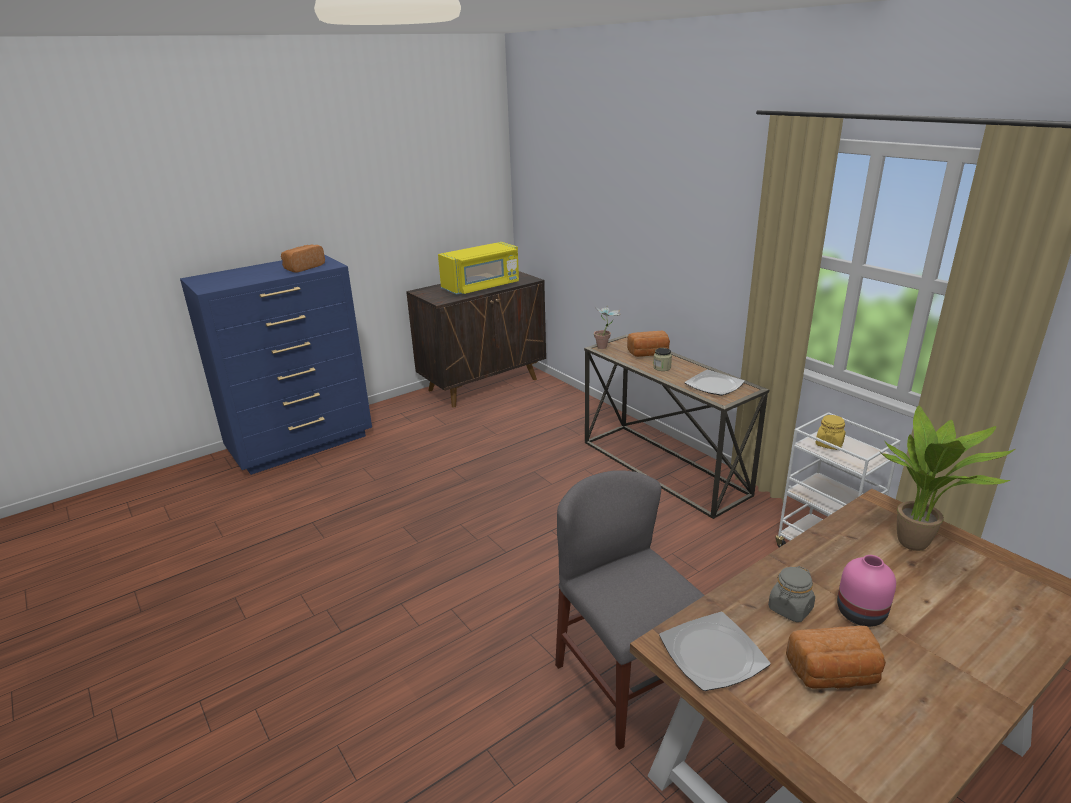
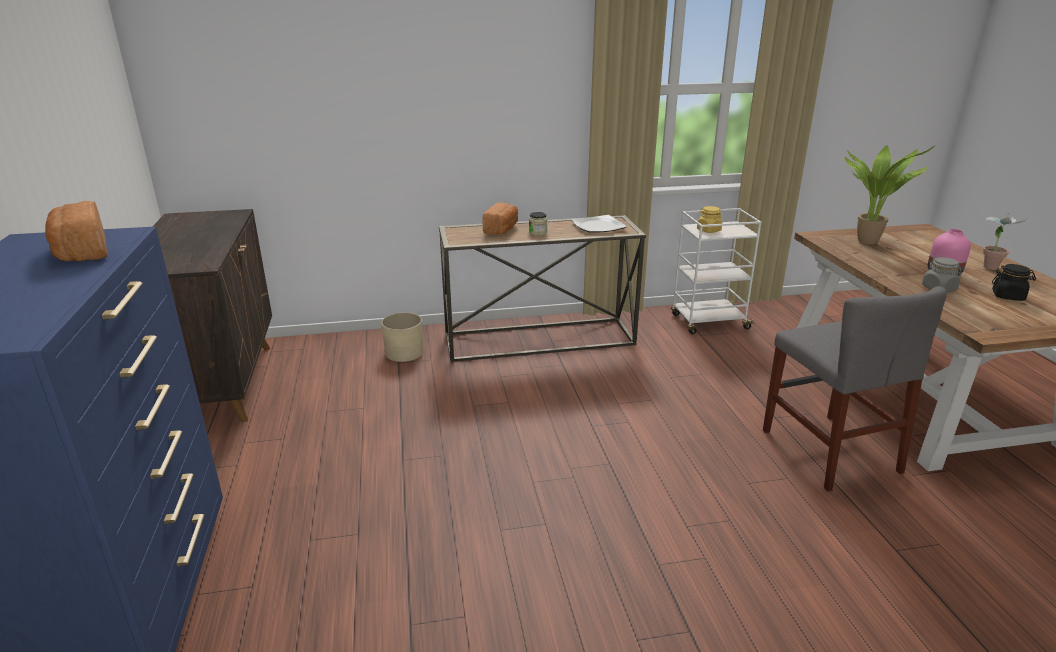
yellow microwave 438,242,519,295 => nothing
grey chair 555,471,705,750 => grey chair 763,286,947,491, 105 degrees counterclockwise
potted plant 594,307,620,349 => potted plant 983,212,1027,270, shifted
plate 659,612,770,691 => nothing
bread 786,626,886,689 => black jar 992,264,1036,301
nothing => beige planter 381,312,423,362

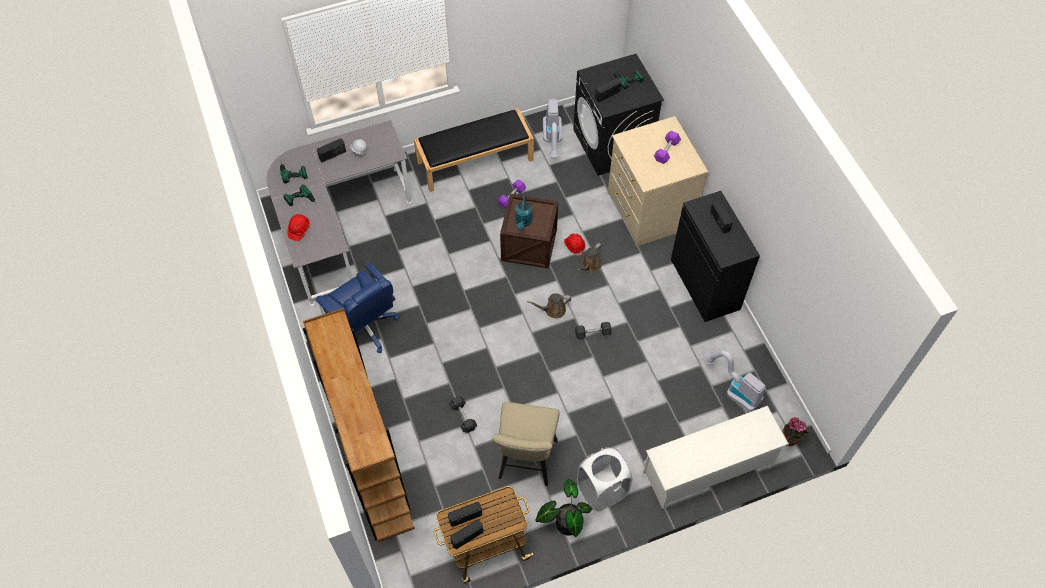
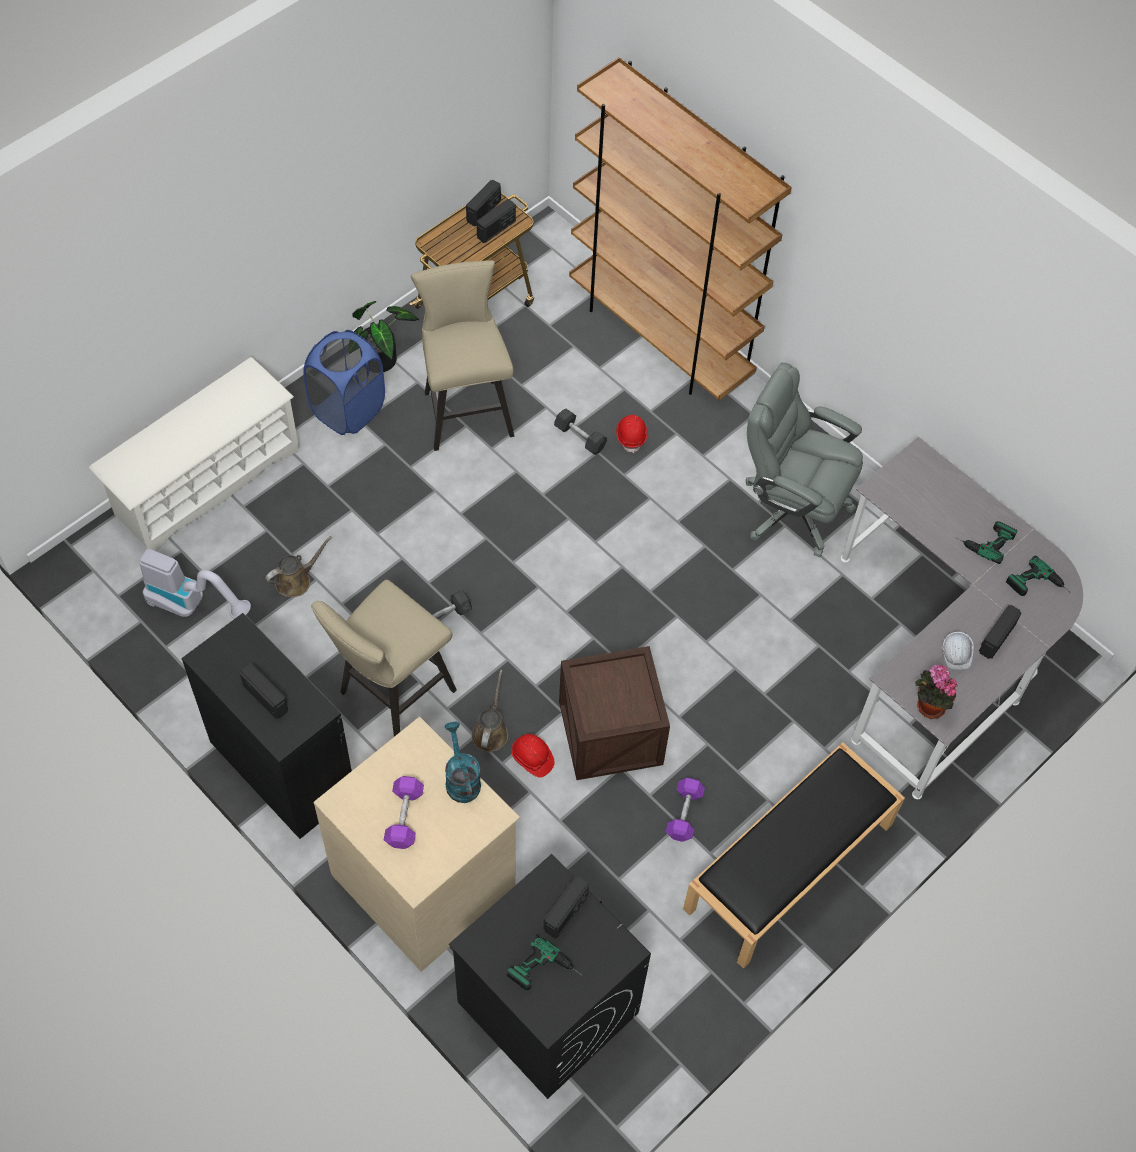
red hard hat 287,214,310,241 => red hard hat 616,415,648,453, shifted
blue office chair 316,263,400,353 => grey office chair 746,362,863,557
turquoise watering can 515,196,533,230 => turquoise watering can 444,722,481,803, shifted
brown watering can 527,293,571,318 => brown watering can 265,536,332,597, shifted
vacuum cleaner 543,99,562,158 => nothing
white laundry basket 577,447,632,512 => blue laundry basket 303,330,385,435
potted plant 783,417,809,446 => potted plant 915,665,958,719, shifted
nothing => beige stool 311,580,457,737

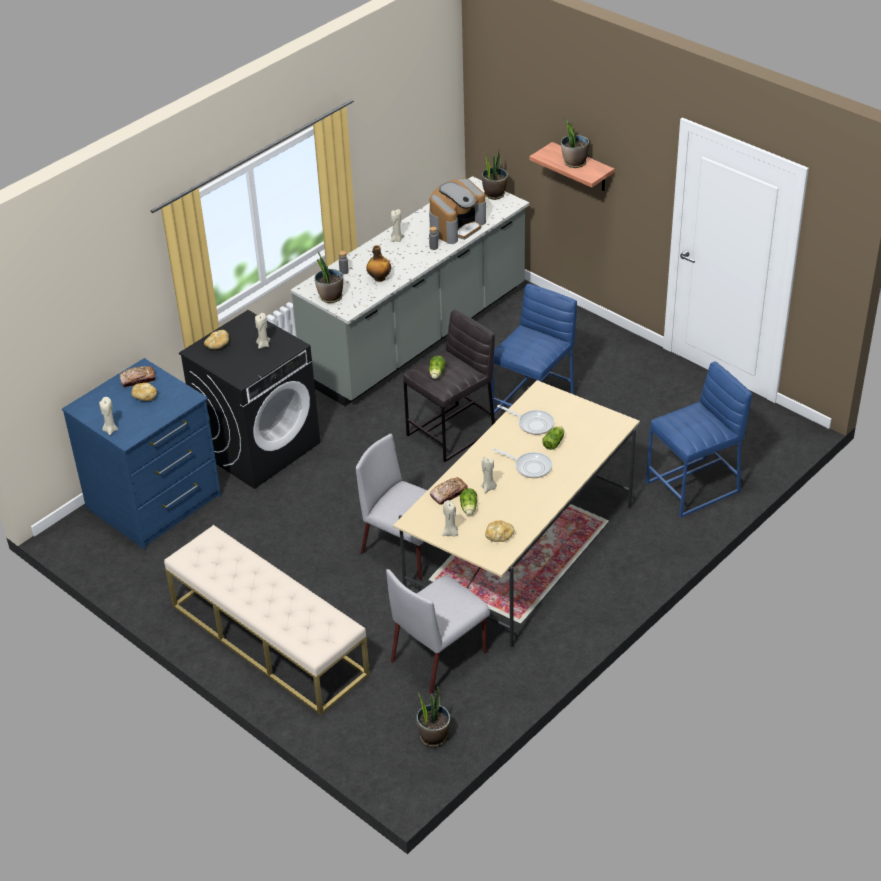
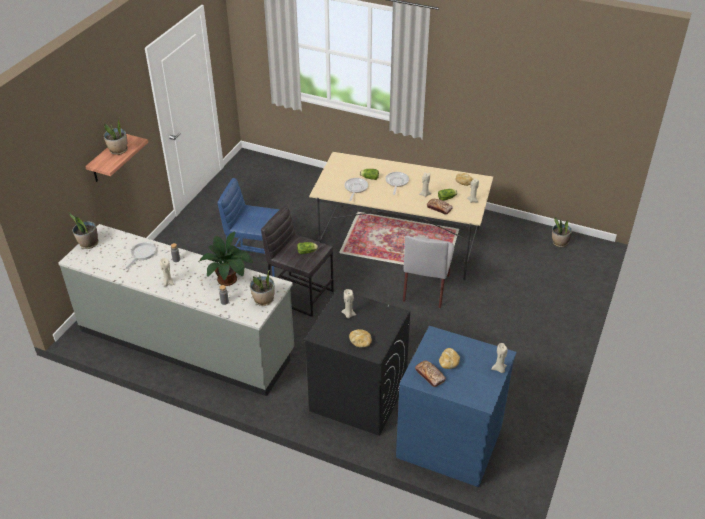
beige bench 164,525,370,715 => nothing
bottle 366,245,391,282 => potted plant 199,232,253,286
grey chair 386,569,490,694 => nothing
coffee machine 429,178,486,244 => frying pan 125,241,156,269
blue stool 646,362,752,517 => nothing

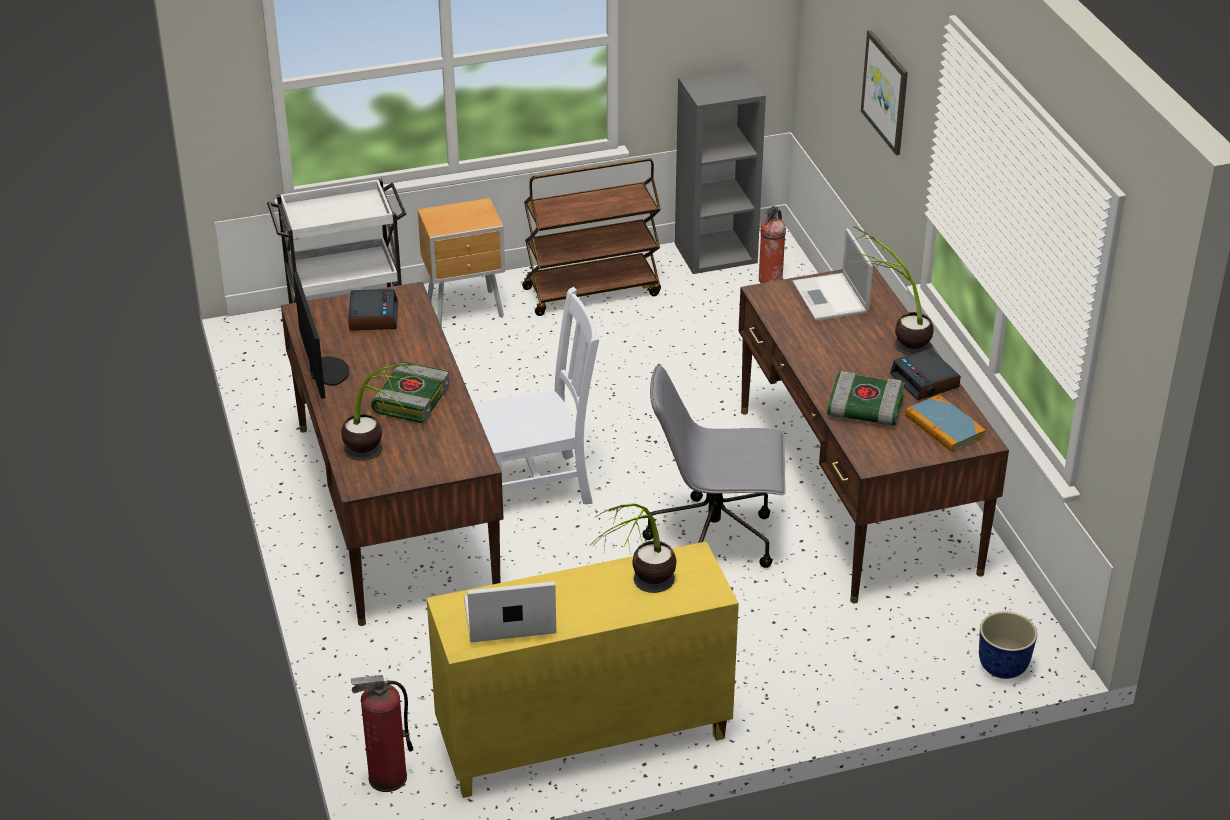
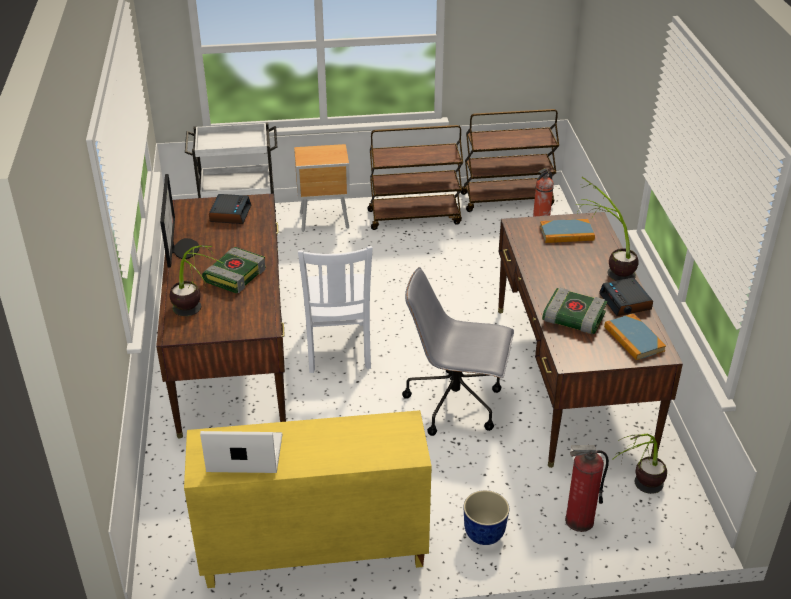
fire extinguisher 351,675,413,792 => fire extinguisher 565,444,609,532, shifted
white chair 473,287,599,521 => white chair 298,246,373,373, 90 degrees clockwise
potted plant 590,503,677,593 => potted plant 612,434,667,494, shifted
grey bookcase 675,68,766,274 => brown cart 461,109,559,212
laptop 792,228,873,321 => book 540,219,595,243
picture 861,30,908,155 => nothing
planter 979,612,1037,679 => planter 463,490,509,545, shifted

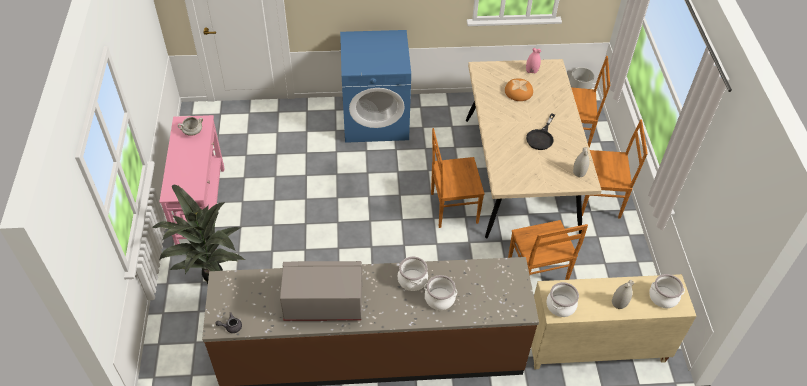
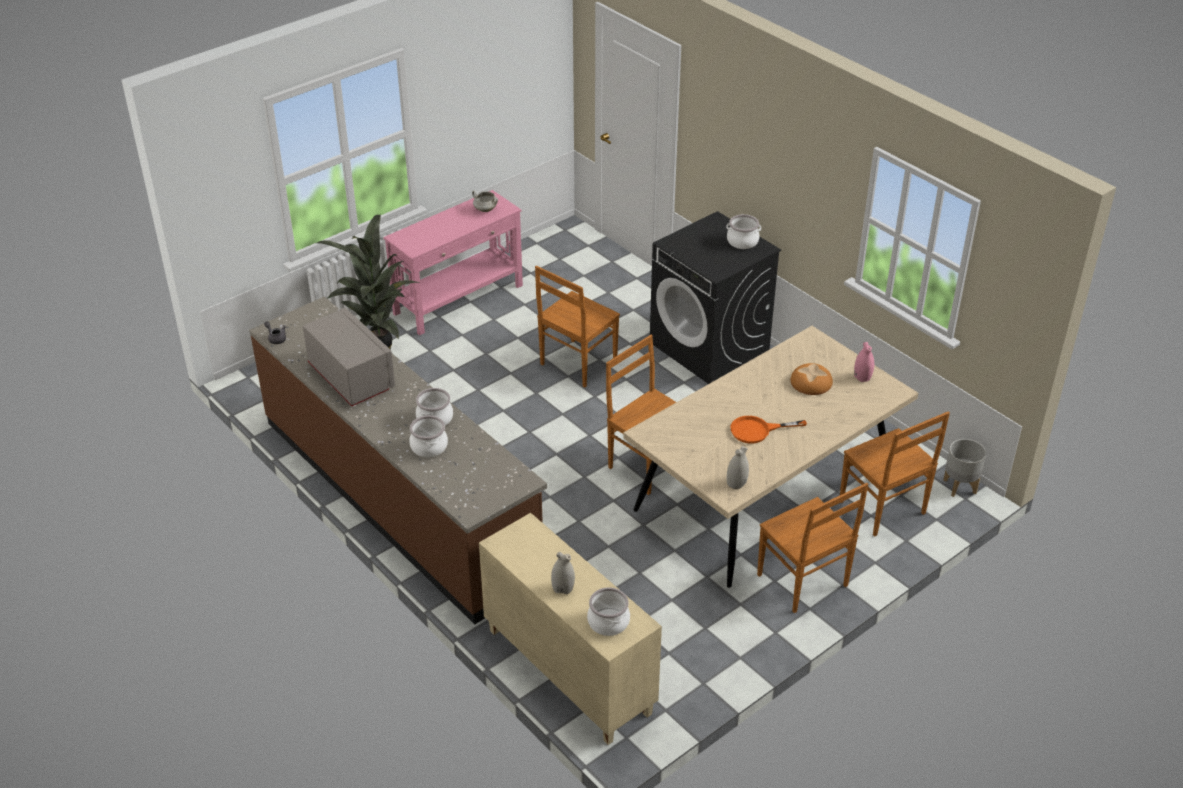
blue washing machine 340,30,411,143 => black washing machine 650,211,781,384
brown chair 508,220,588,280 => brown chair 535,266,620,387, shifted
black frying pan 526,113,555,150 => orange frying pan 730,416,807,444
cooking pot 546,282,579,317 => cooking pot 726,214,761,249, shifted

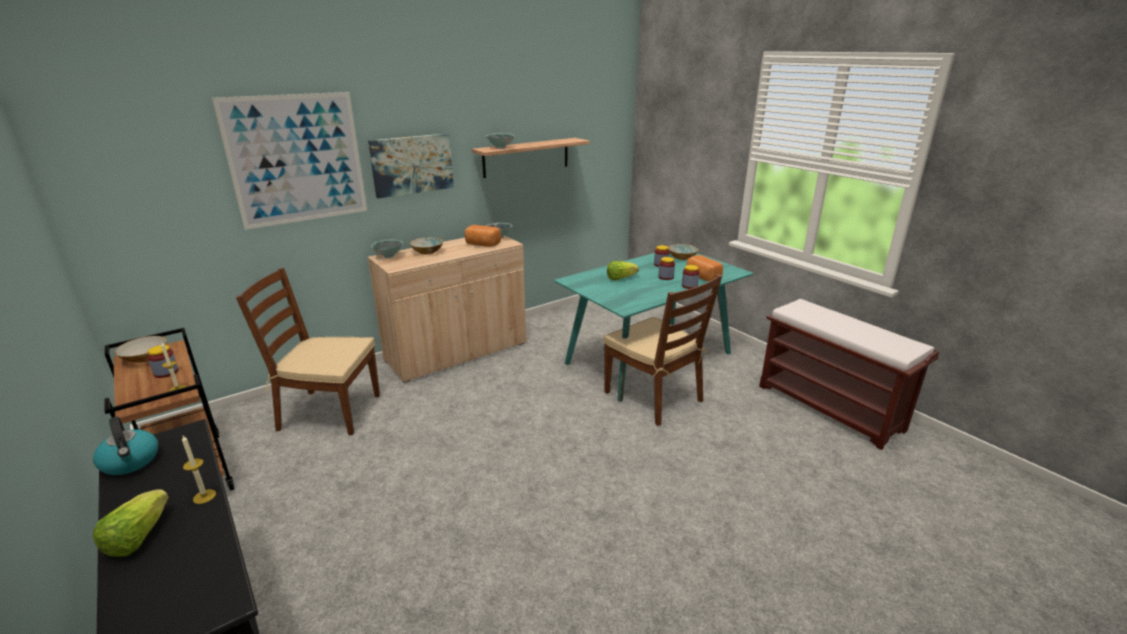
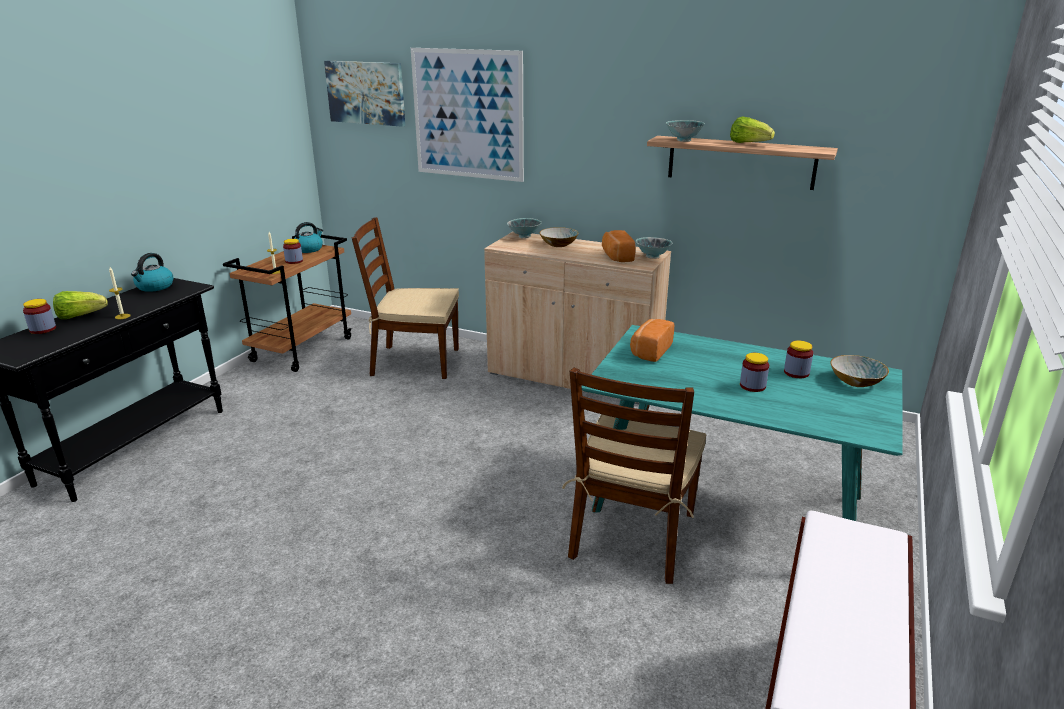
bowl 115,336,167,363 => kettle 294,222,323,253
brown chair 236,268,380,435 => brown chair 352,217,459,379, 60 degrees counterclockwise
picture 368,133,454,199 => picture 324,61,405,127, shifted
lettuce 607,261,639,280 => lettuce 730,116,775,143, shifted
jar 682,265,699,289 => jar 23,299,56,334, shifted
bread 687,255,723,281 => bread 630,319,674,362, shifted

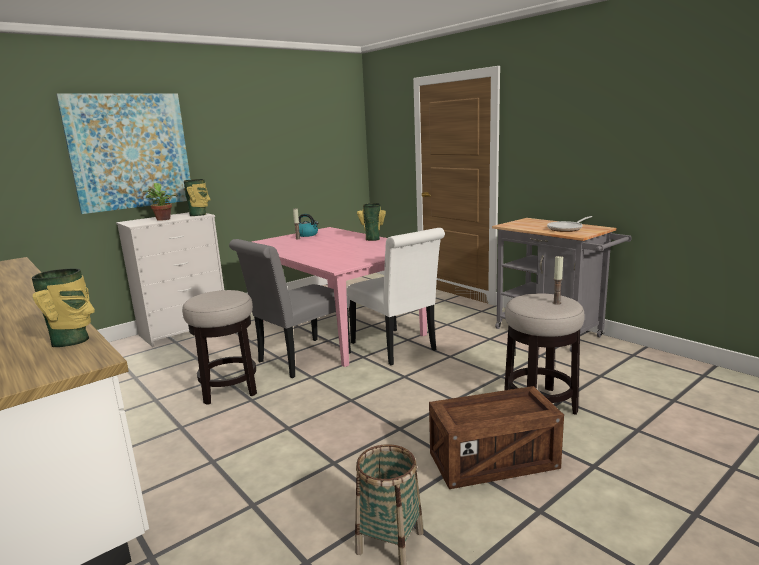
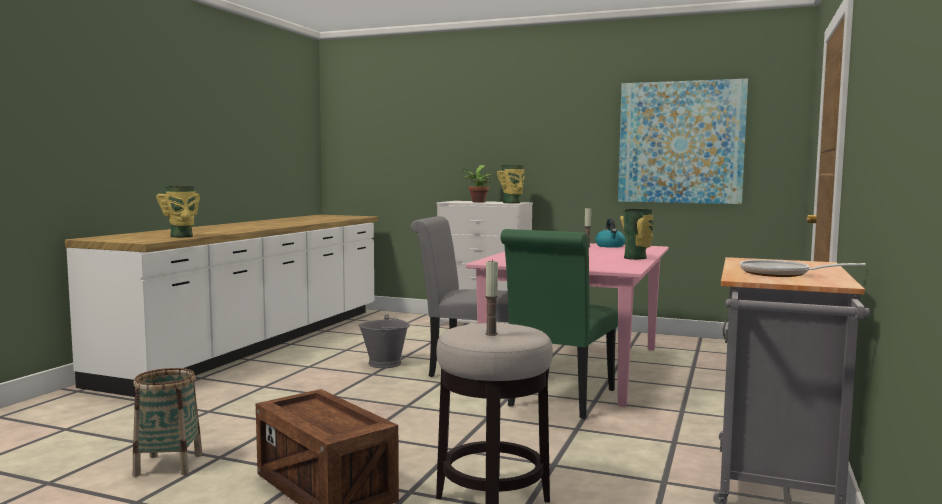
picture 56,93,191,214 => picture 618,79,748,204, shifted
stool 182,290,257,405 => grey bucket 358,315,410,368
white chair 346,228,445,366 => green chair 500,229,618,419

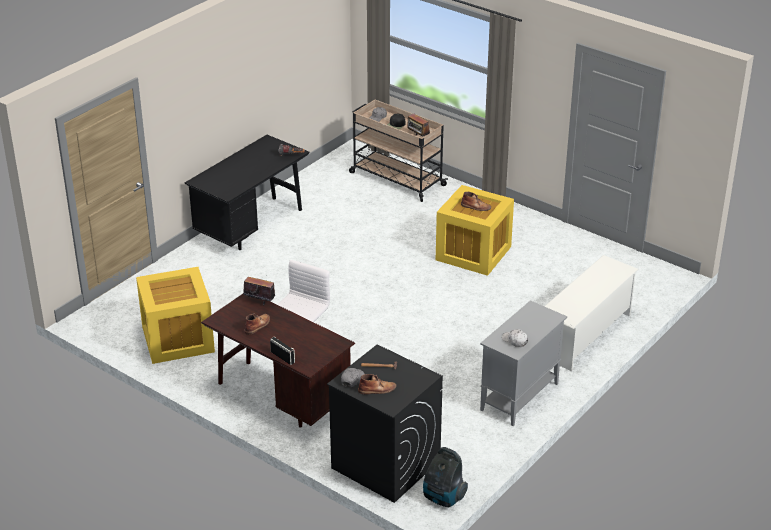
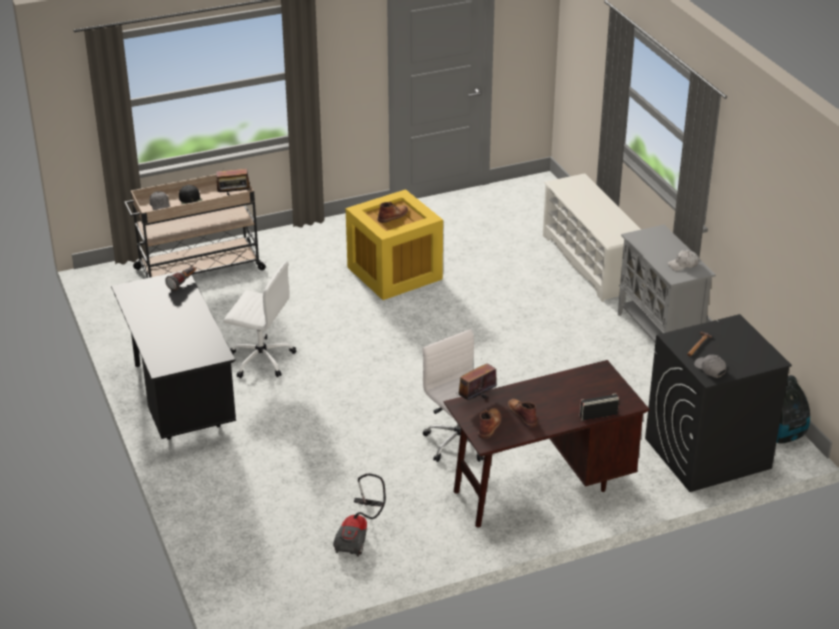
yellow storage box 136,267,215,364 => vacuum cleaner 333,473,386,557
brown boot 358,374,397,394 => brown boot 478,408,501,439, shifted
nothing => white office chair 223,262,296,378

